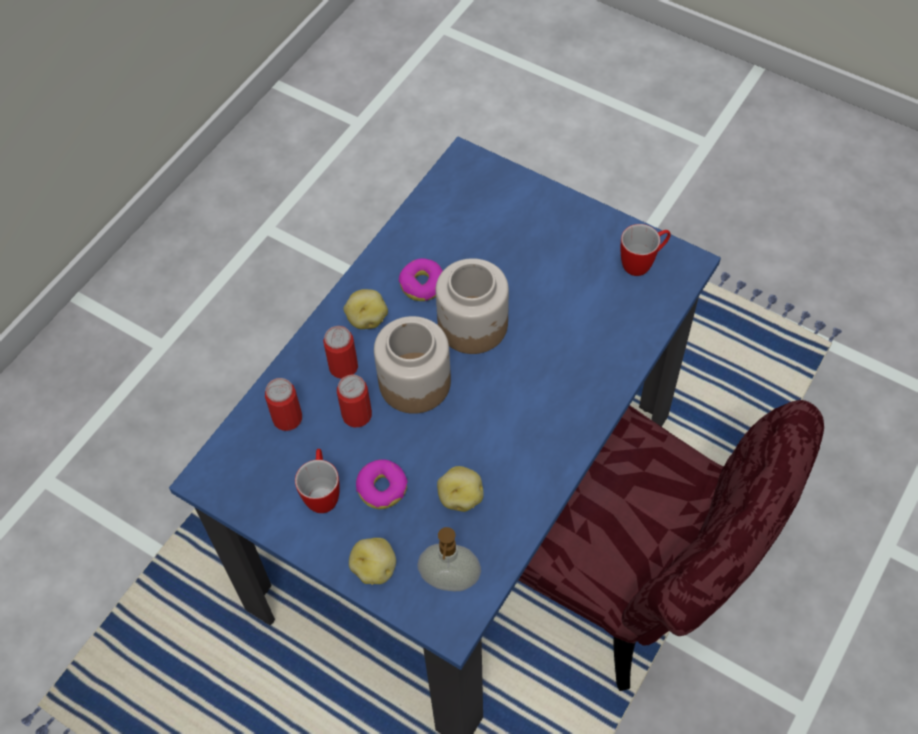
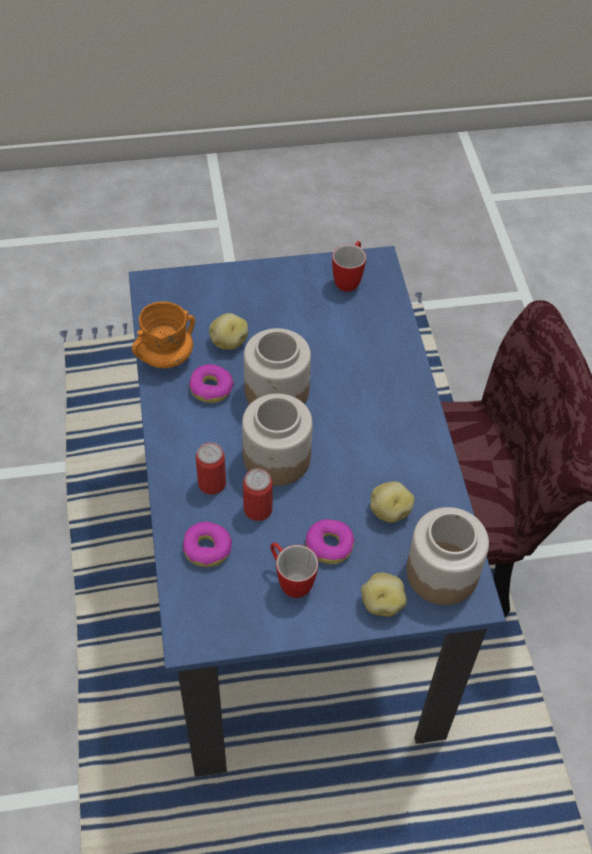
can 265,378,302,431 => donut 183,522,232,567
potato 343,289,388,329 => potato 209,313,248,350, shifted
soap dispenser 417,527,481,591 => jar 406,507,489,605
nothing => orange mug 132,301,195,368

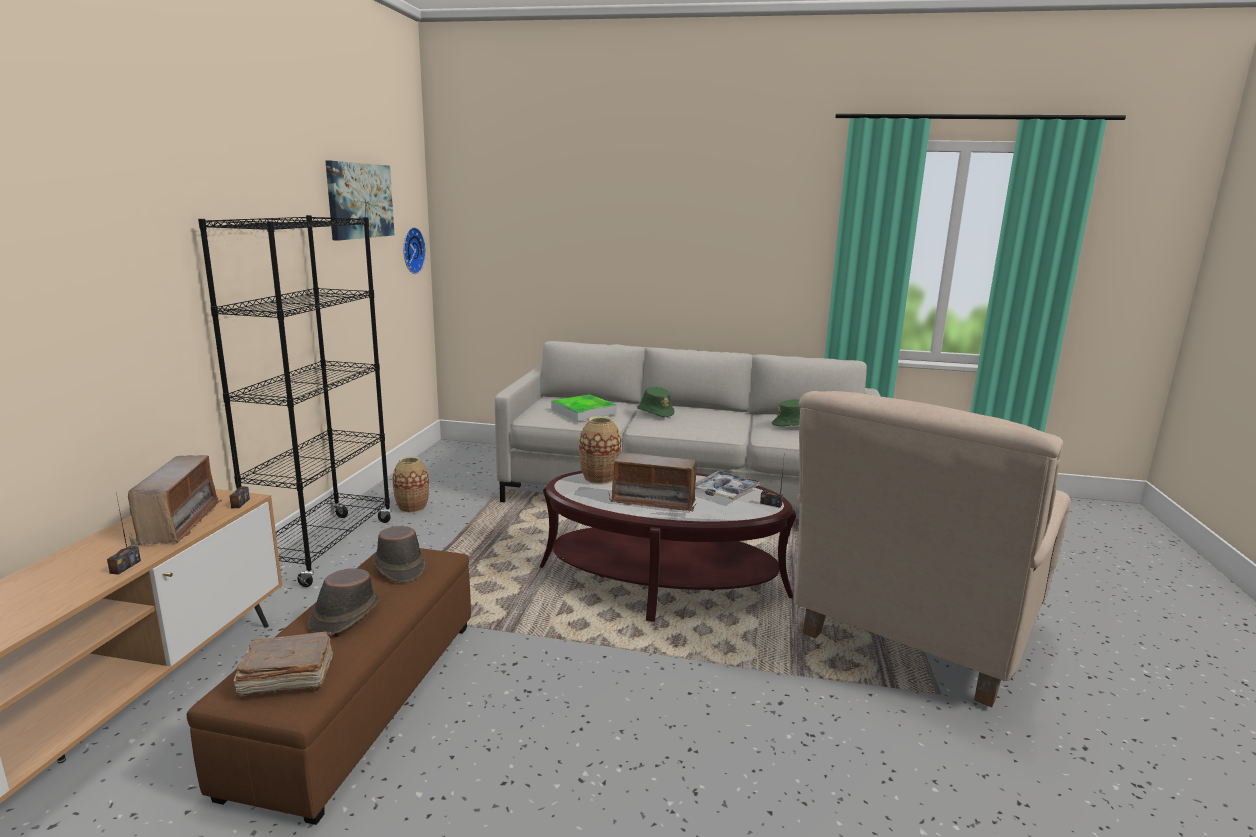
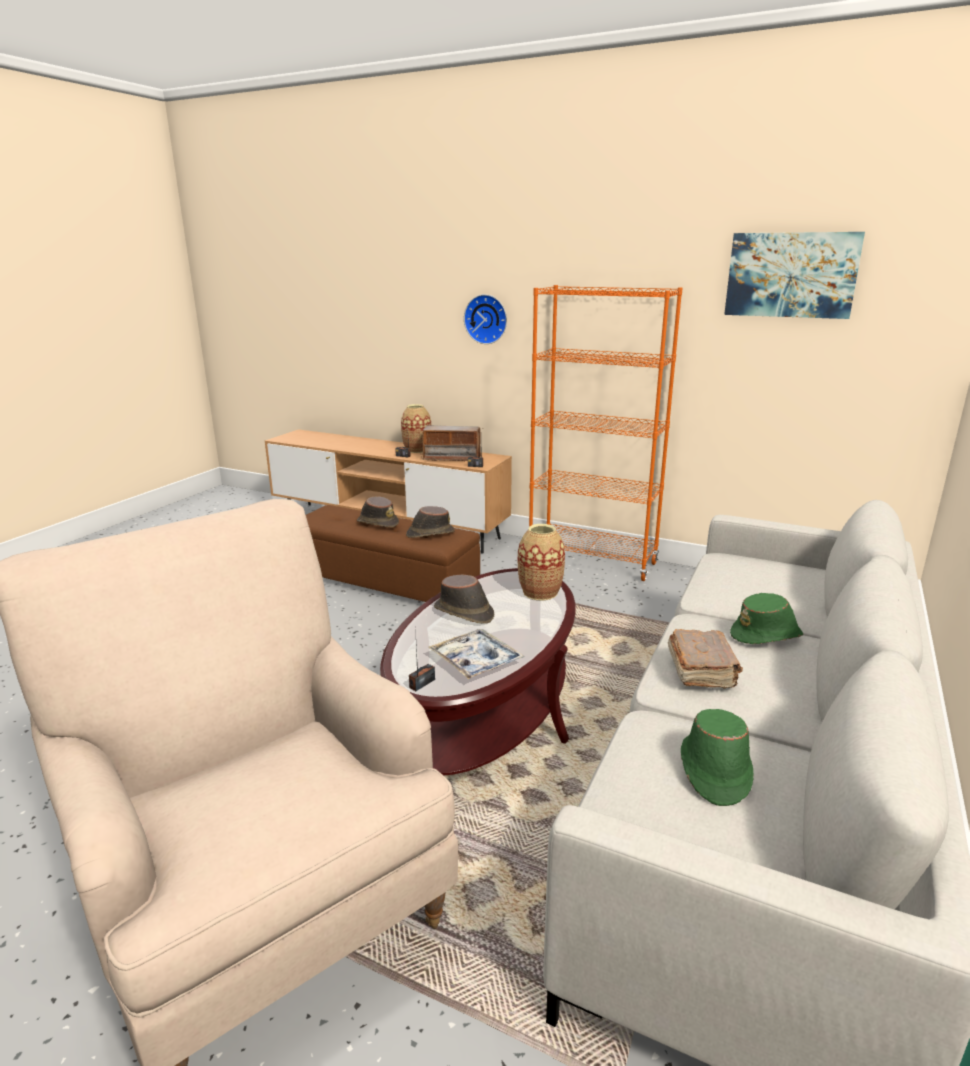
black bookcase 198,215,392,587 => orange bookcase 529,285,683,581
brown book 233,632,333,697 => brown book 668,629,743,689, shifted
vase 392,456,429,513 => vase 401,404,431,453, shifted
wall clock 403,227,426,274 => wall clock 464,294,507,344, shifted
tray 551,394,617,421 => nothing
radio 608,452,701,512 => brown hat 434,574,494,624

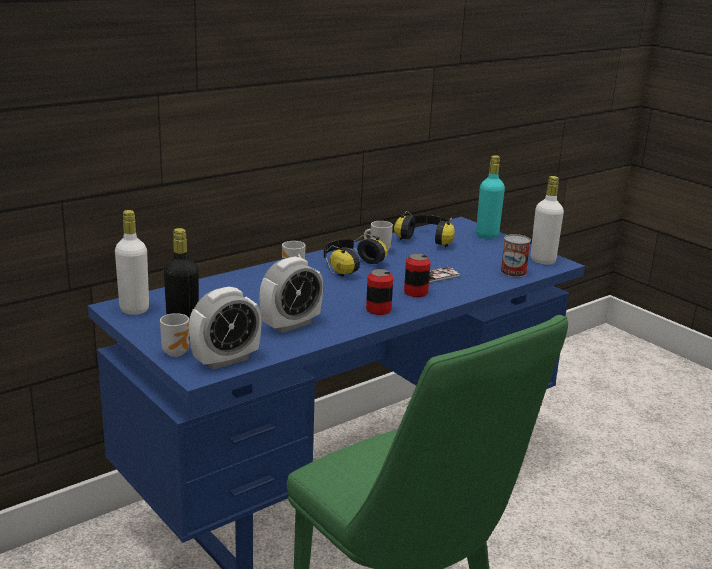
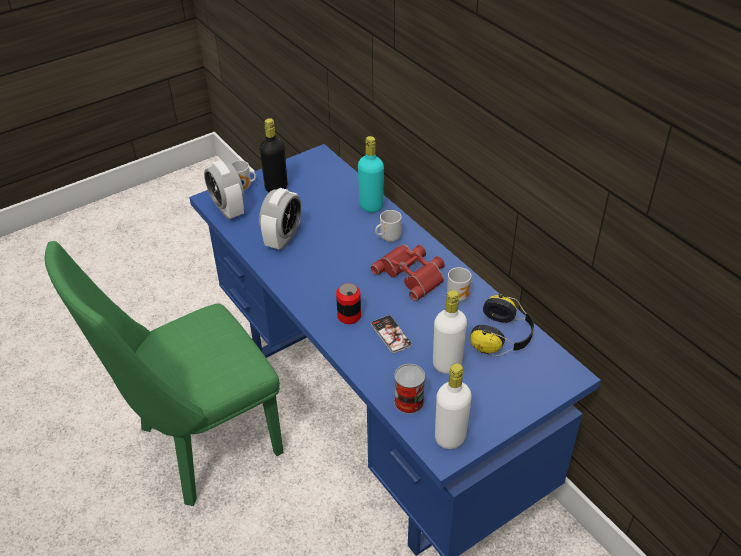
white bottle 115,210,149,315 => white bottle 433,290,467,374, shifted
alarm clock 259,257,323,333 => alarm clock 259,188,301,250, 120 degrees counterclockwise
headphones 324,234,387,277 => red binoculars 371,244,445,301
can 366,269,393,315 => nothing
turquoise bottle 476,155,505,239 => turquoise bottle 358,136,384,213, shifted

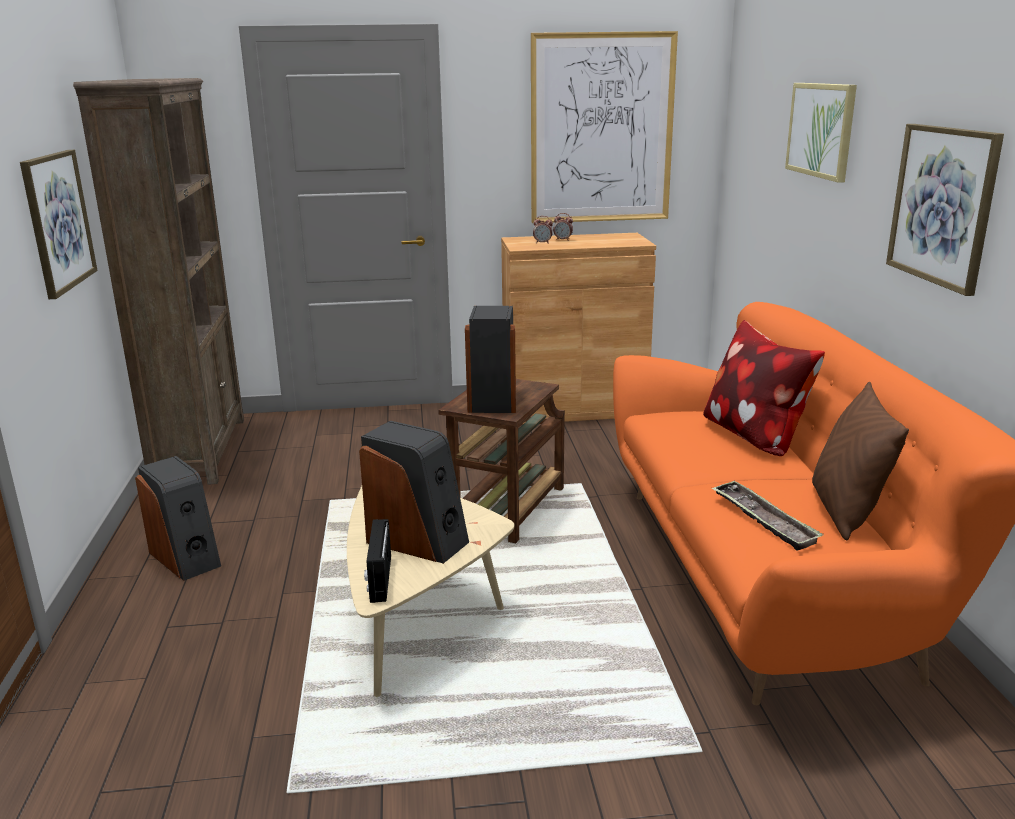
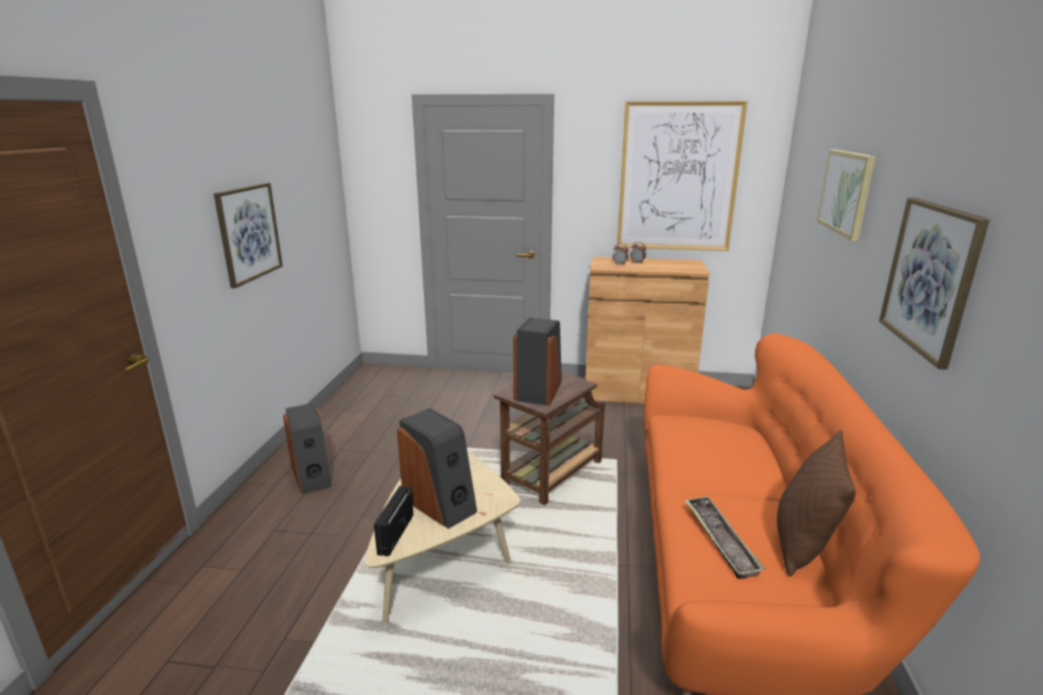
brown bookcase 73,78,244,485 => nothing
pillow 703,320,825,456 => nothing

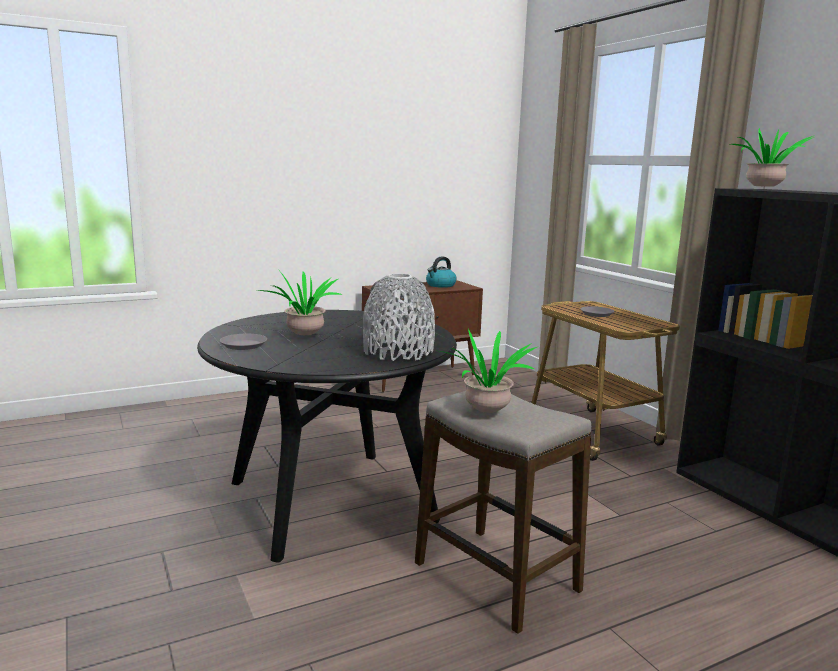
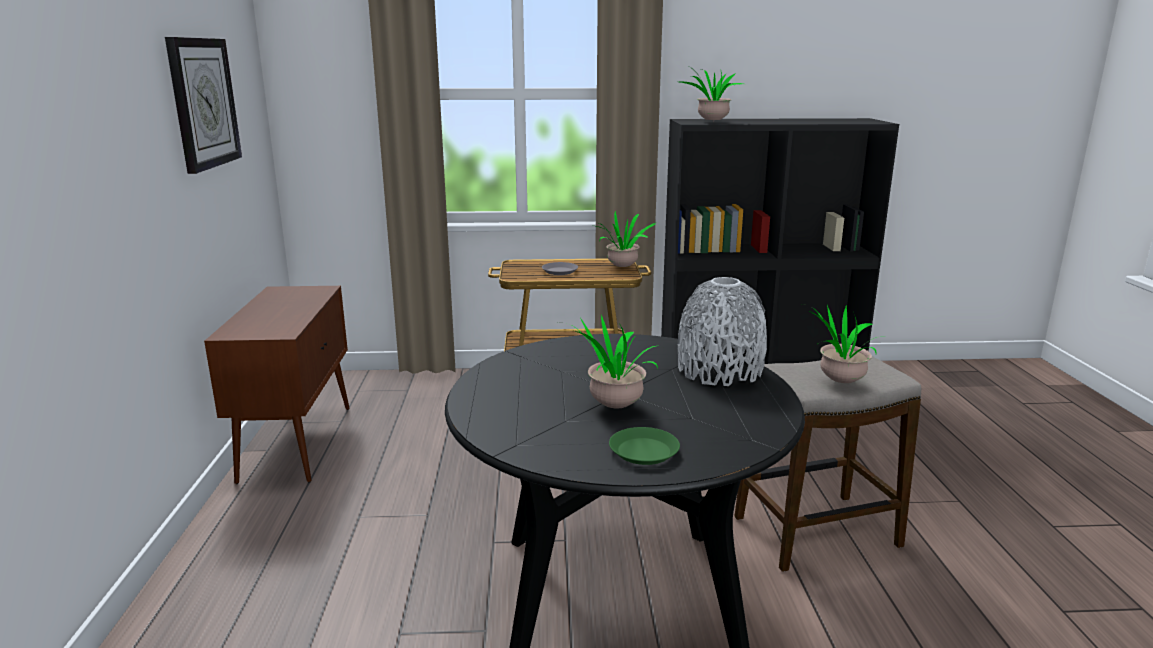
grey plate 220,334,267,350 => green plate 609,427,680,465
kettle 426,256,457,288 => nothing
nothing => wall clock 165,37,242,174
nothing => potted plant 596,211,655,267

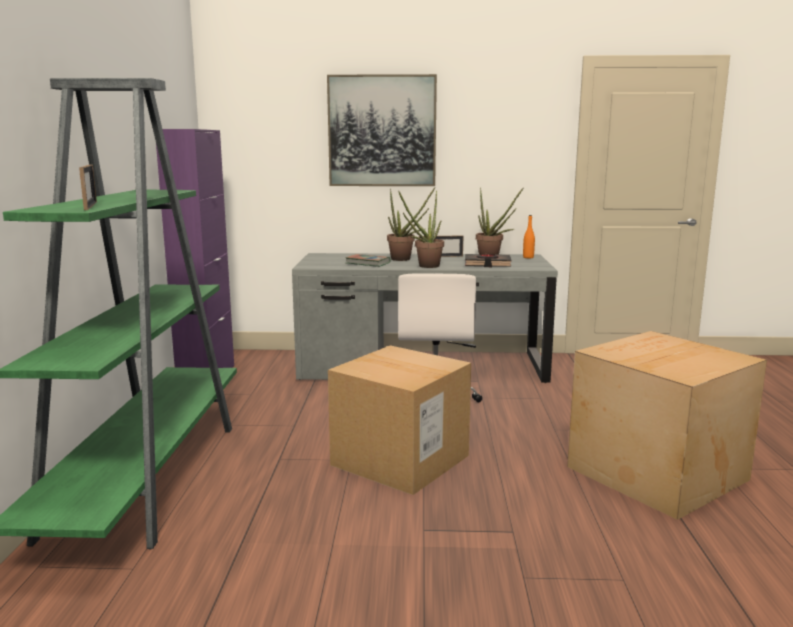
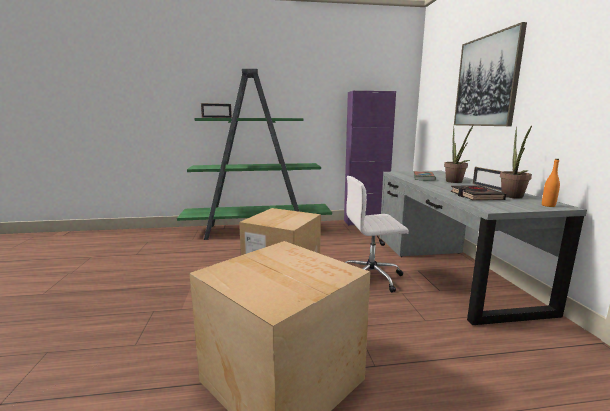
potted plant 399,191,444,268 => nothing

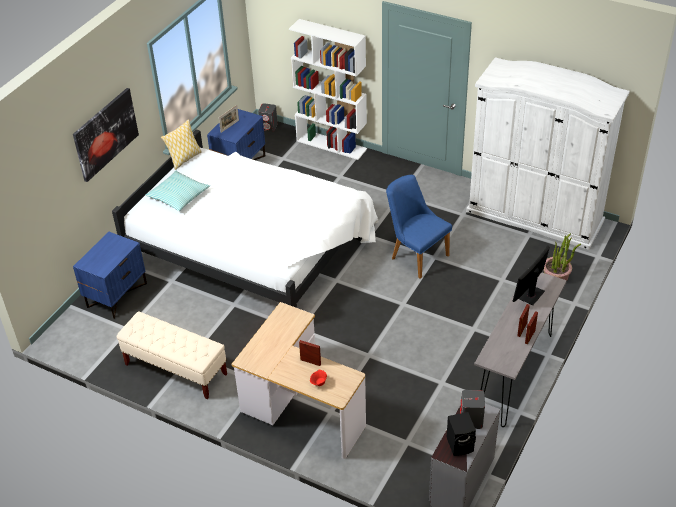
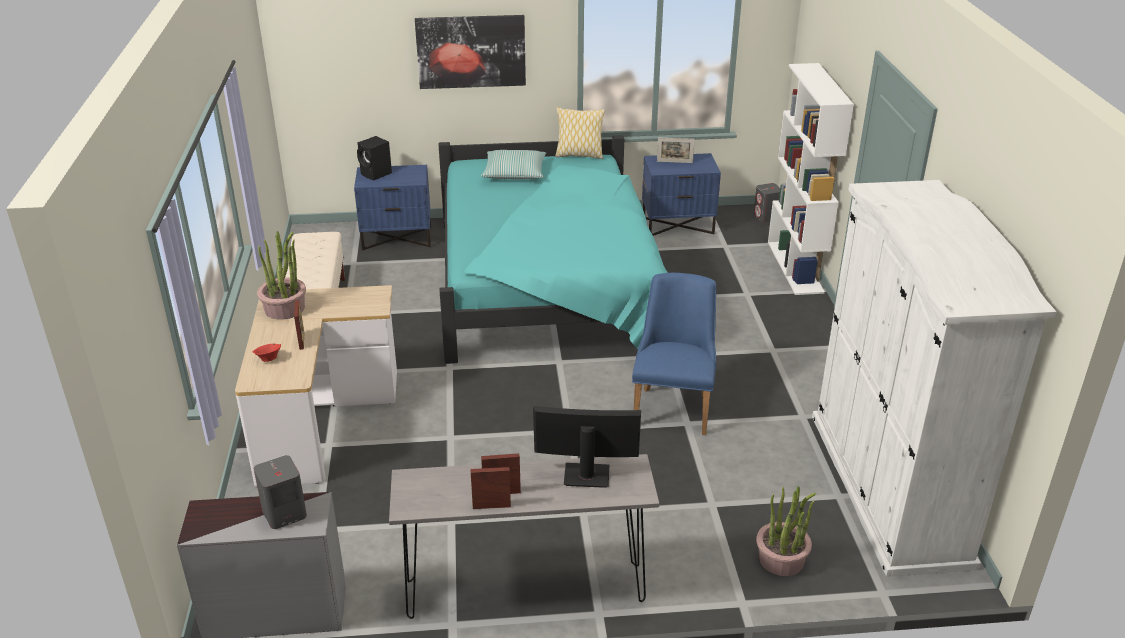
white bed 112,130,379,308 => turquoise bed 439,135,668,364
black speaker 447,412,476,456 => black speaker 357,136,392,180, shifted
nothing => potted plant 257,231,306,320

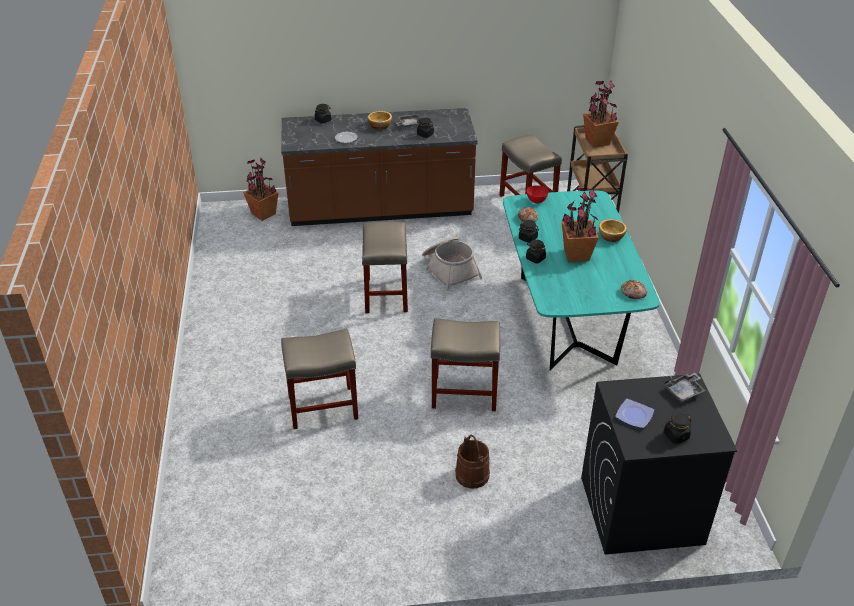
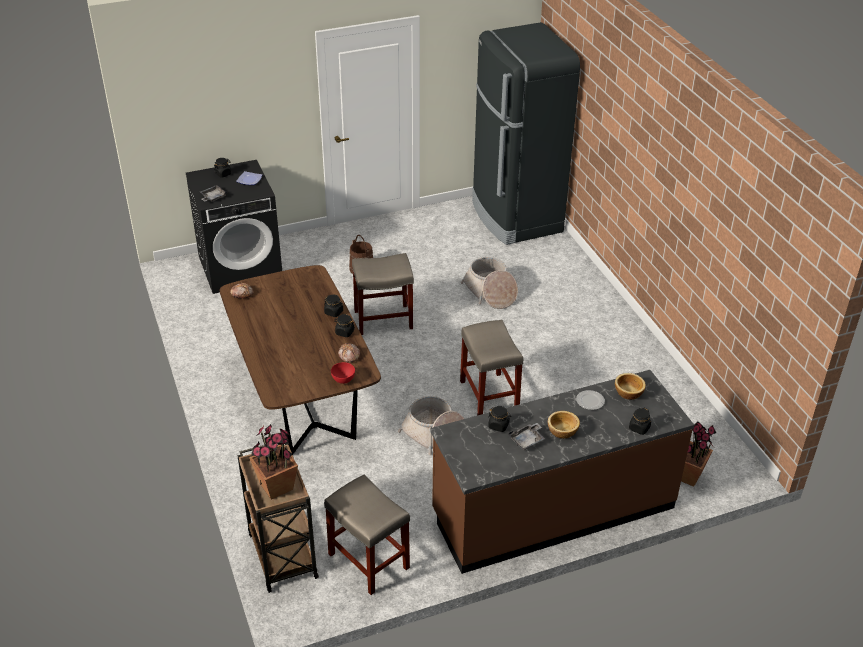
beige stool 281,329,358,429 => basket 461,257,518,309
turquoise dining table 503,191,660,371 => brown dining table 220,265,381,455
potted plant 562,187,599,262 => nothing
bowl 599,219,627,242 => bowl 615,373,646,400, shifted
nothing => black fridge 472,22,580,245

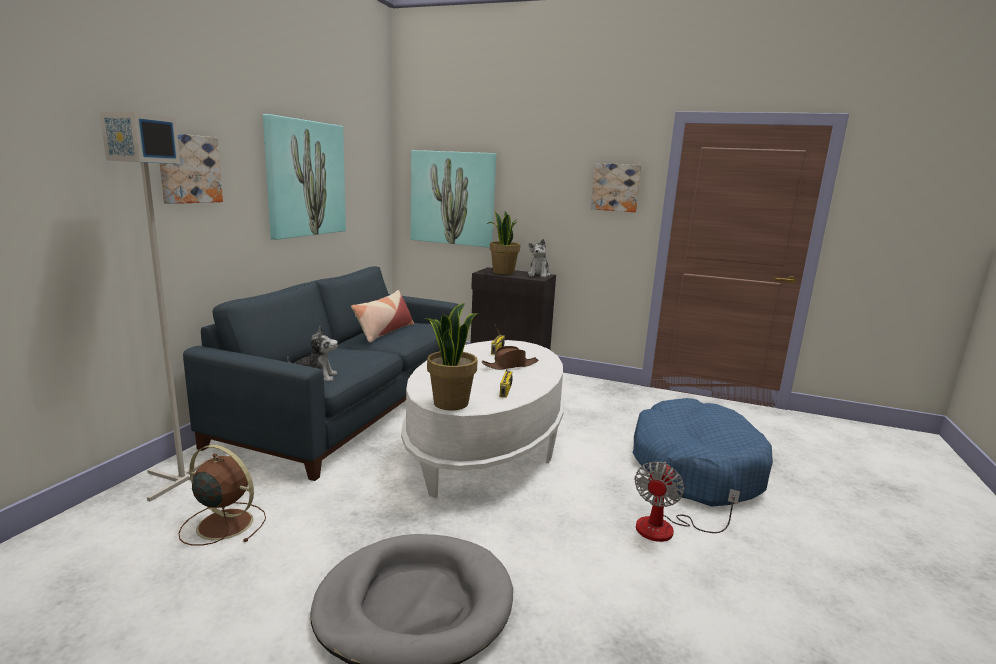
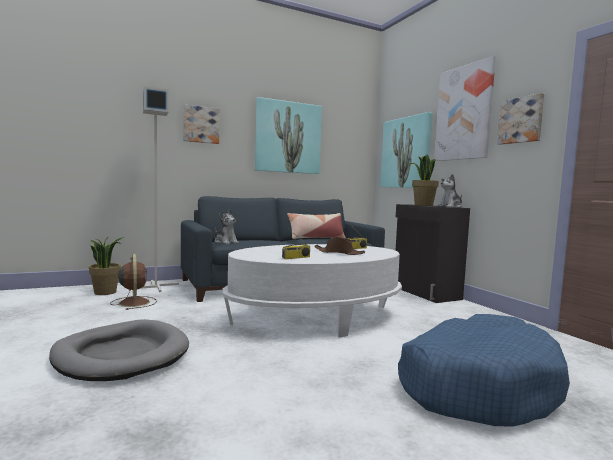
potted plant 425,303,482,411 => potted plant 89,236,124,295, shifted
fan 634,462,740,542 => nothing
nothing => picture 434,56,496,161

